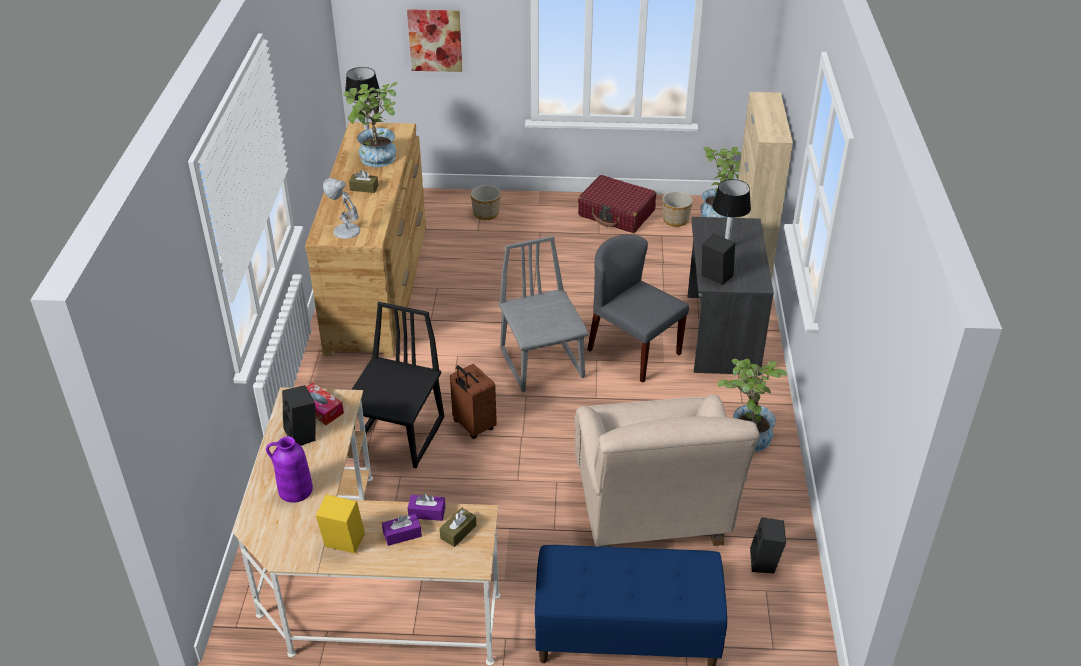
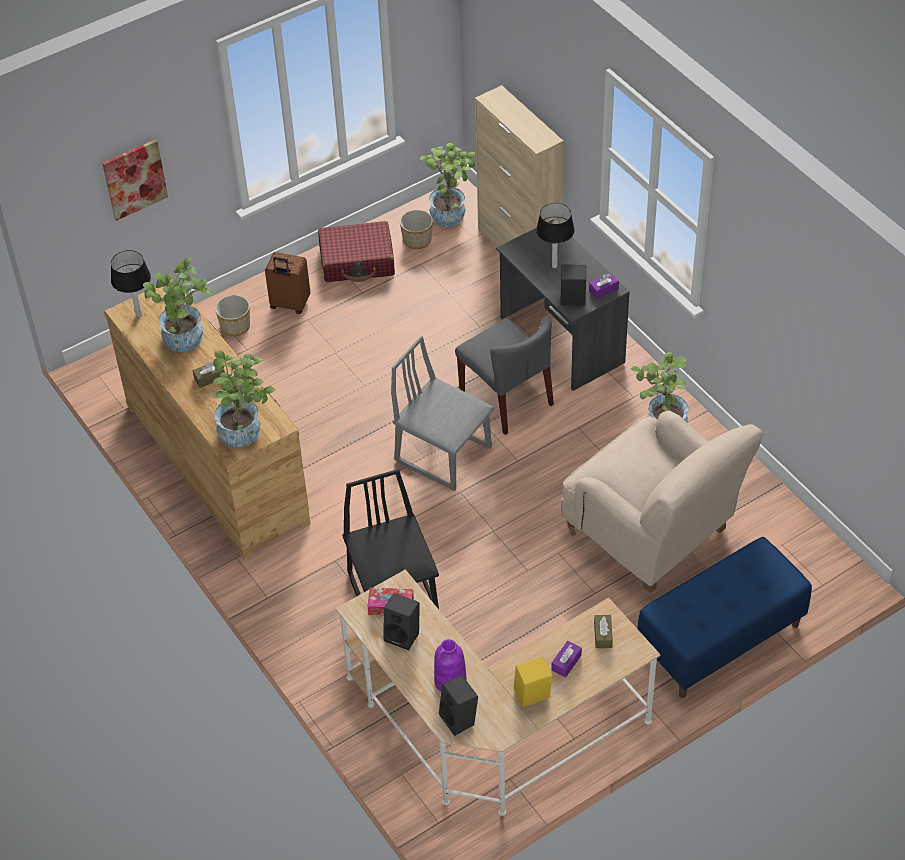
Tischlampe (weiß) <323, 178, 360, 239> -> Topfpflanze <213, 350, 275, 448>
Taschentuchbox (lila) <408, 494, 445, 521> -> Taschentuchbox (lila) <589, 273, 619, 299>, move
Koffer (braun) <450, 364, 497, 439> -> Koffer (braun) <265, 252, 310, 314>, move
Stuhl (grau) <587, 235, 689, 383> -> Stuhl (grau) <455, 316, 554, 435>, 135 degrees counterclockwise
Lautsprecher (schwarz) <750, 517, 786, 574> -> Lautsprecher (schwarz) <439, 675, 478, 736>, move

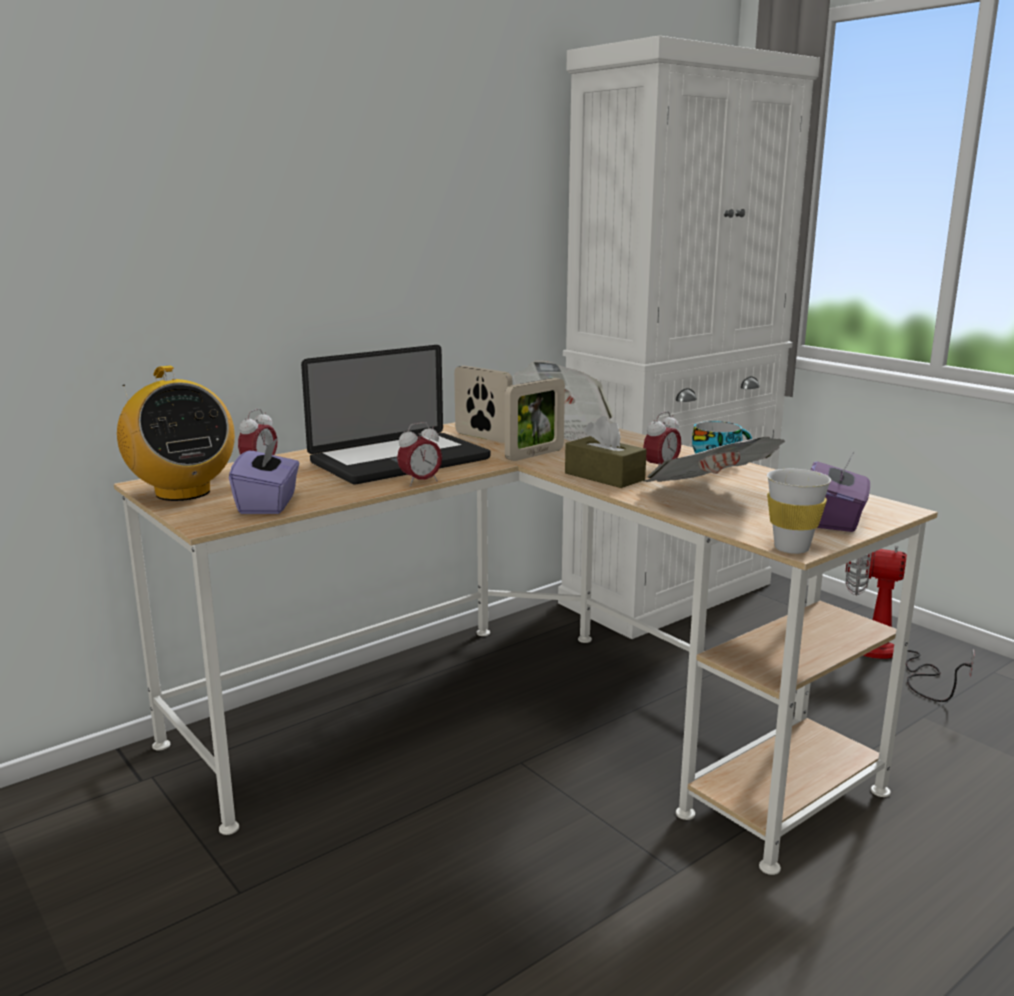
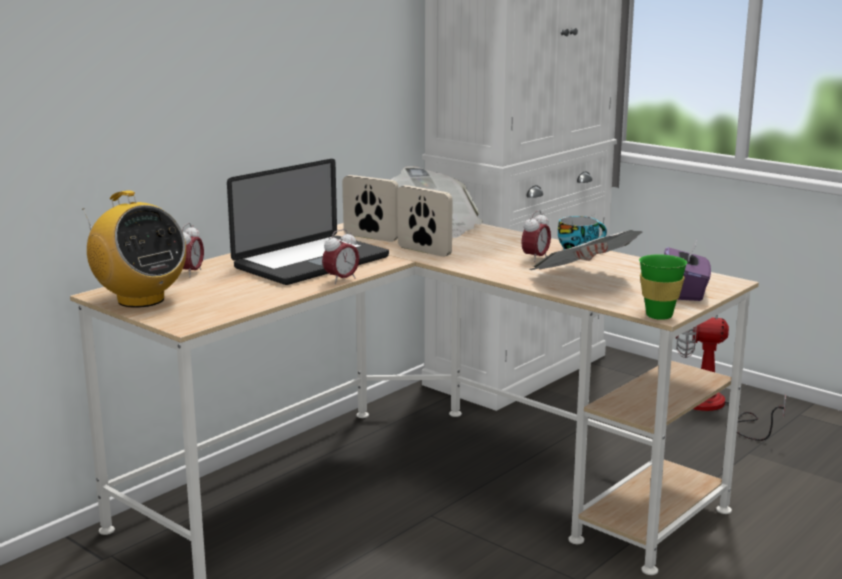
Taschentuchbox (lila) <229, 437, 299, 514> -> none
Bilderrahmen <505, 378, 565, 461> -> Bilderrahmen <397, 185, 452, 257>, 90 degrees counterclockwise
Taschentuchbox (braun) <565, 416, 647, 488> -> none
Tasse (weiß) <767, 469, 831, 554> -> Tasse (grün) <639, 254, 687, 320>

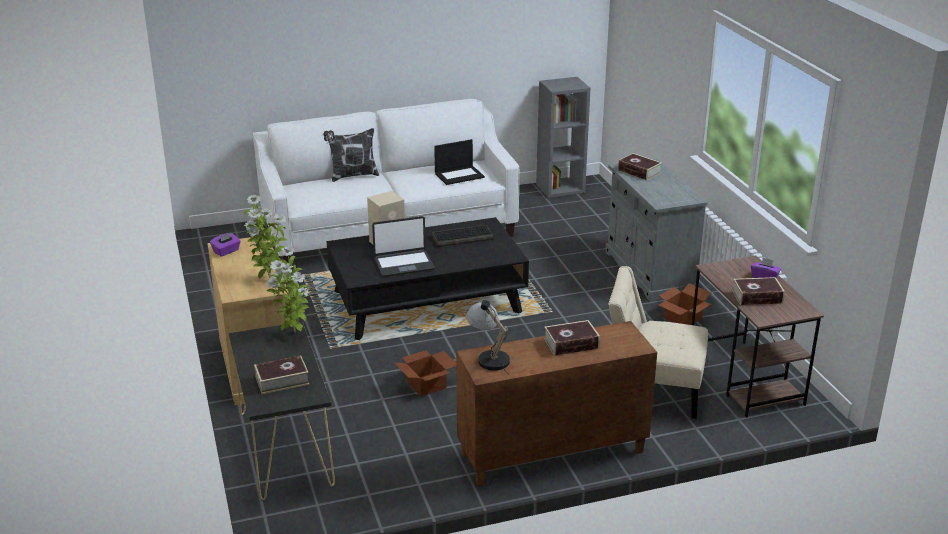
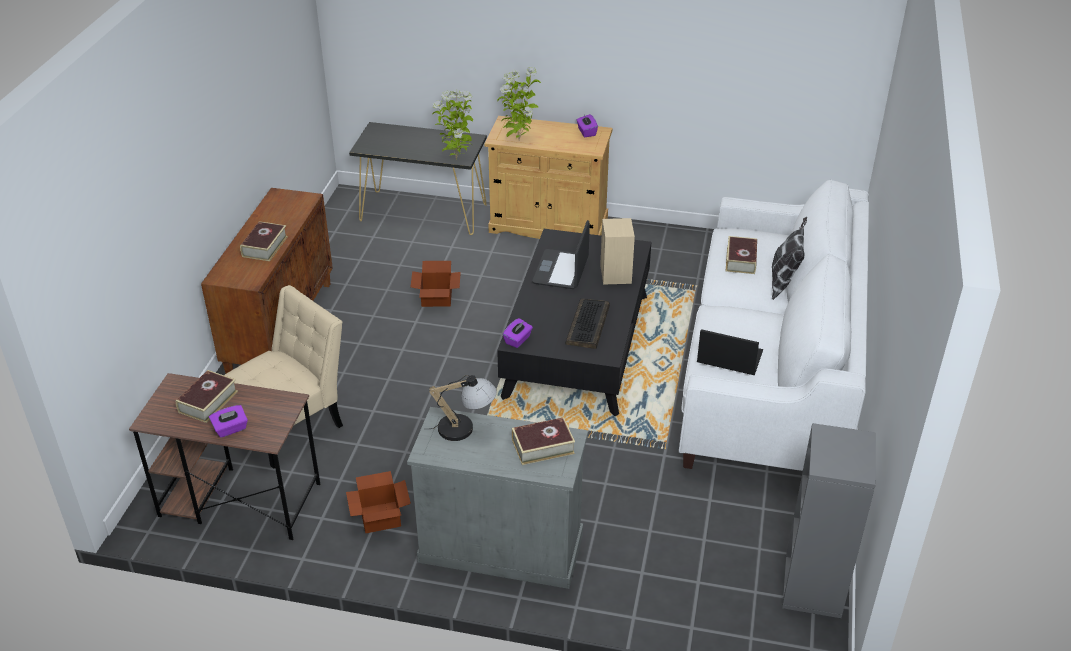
Buch <254, 355, 309, 394> -> Buch <726, 236, 757, 274>, move
Laptop <434, 139, 485, 185> -> Laptop <697, 329, 763, 375>, 105 degrees clockwise
Tischlampe <466, 300, 510, 375> -> Tischlampe <429, 375, 497, 441>, move
none -> Taschentuchbox (lila) <503, 318, 533, 348>

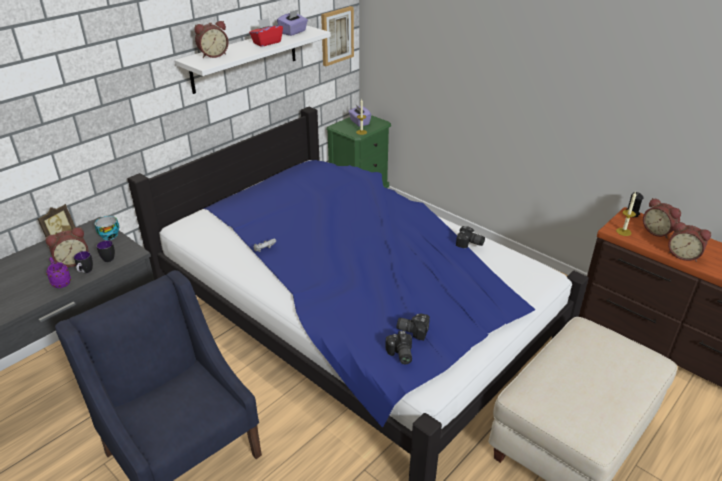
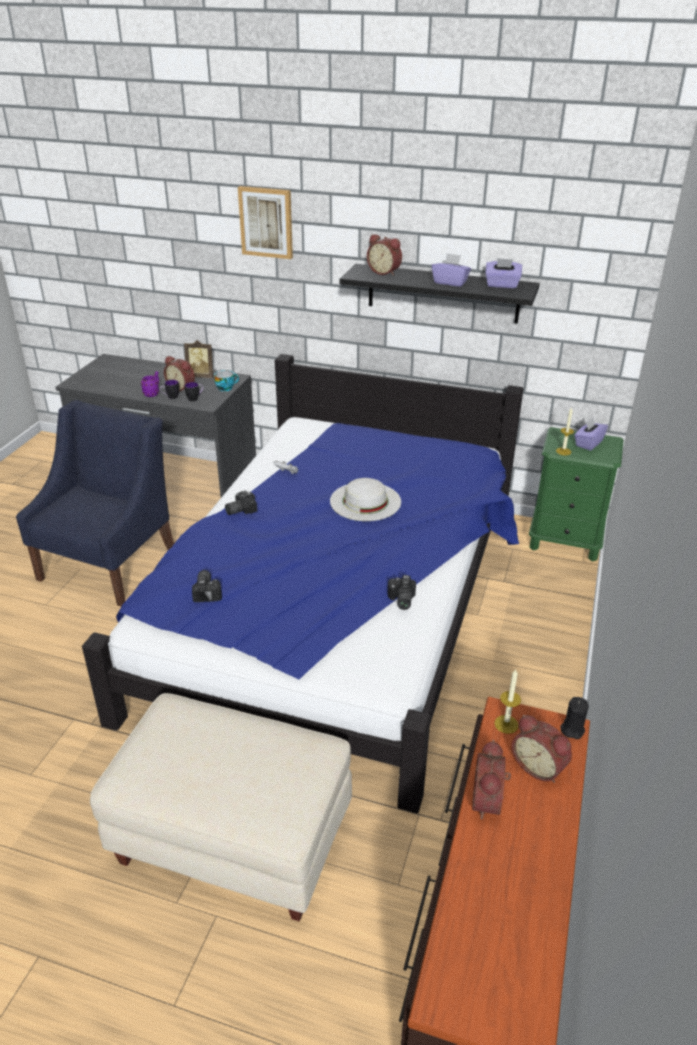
Wandregal (weiß) <174, 25, 331, 94> -> Wandregal (schwarz) <340, 264, 540, 324>
Taschentuchbox (rot) <249, 18, 283, 47> -> Taschentuchbox (lila) <432, 253, 471, 287>
Bild <321, 6, 354, 66> -> Bild <238, 186, 293, 259>, move
Kamera <385, 331, 412, 364> -> Kamera <225, 491, 257, 515>, move
Wecker <643, 198, 681, 239> -> Wecker <512, 715, 572, 783>, 75 degrees counterclockwise
none -> Hut (weiß) <330, 478, 401, 521>

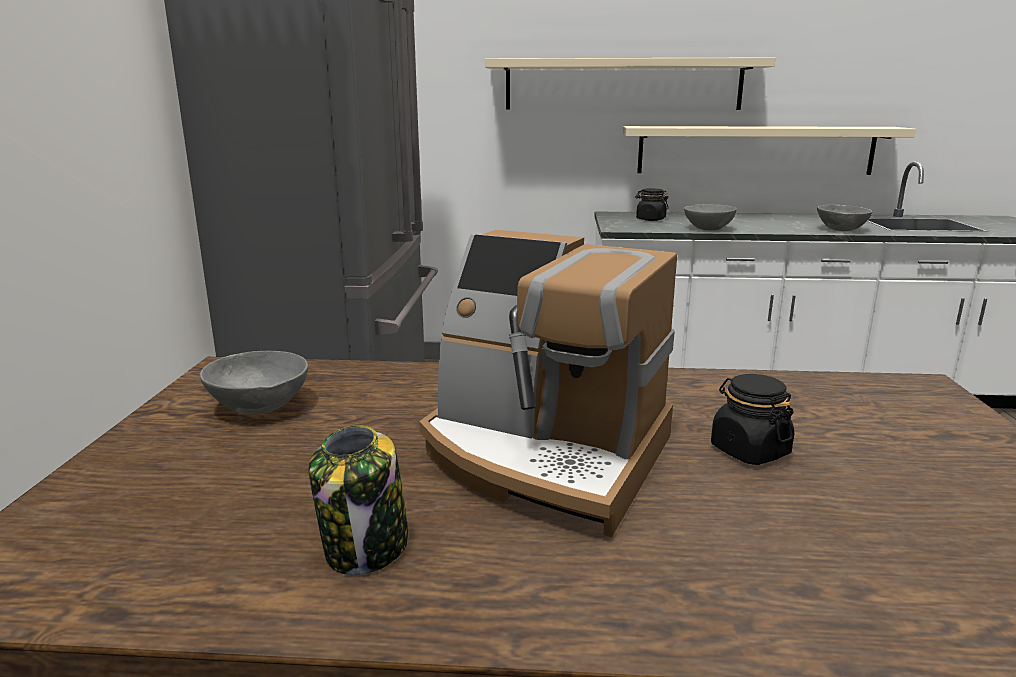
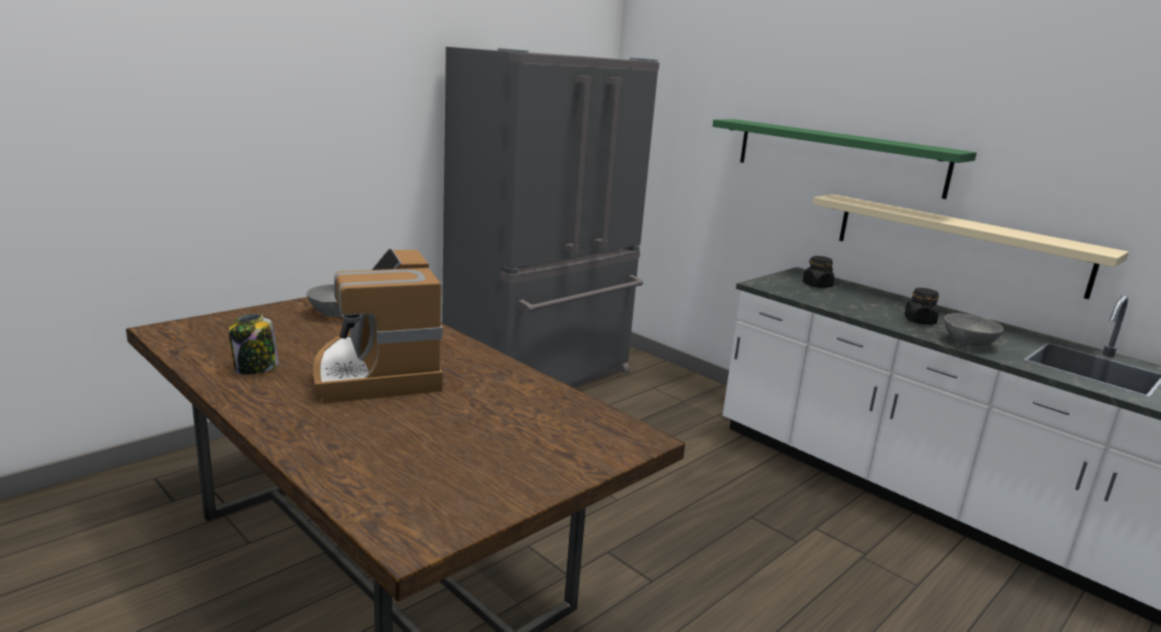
Wandregal (beige) <485, 57, 776, 110> -> Wandregal (grün) <713, 119, 977, 199>
Schüssel (grau) <684, 204, 737, 230> -> none
Vorratsglas (schwarz) <711, 374, 794, 465> -> Vorratsglas (schwarz) <904, 288, 939, 325>, move

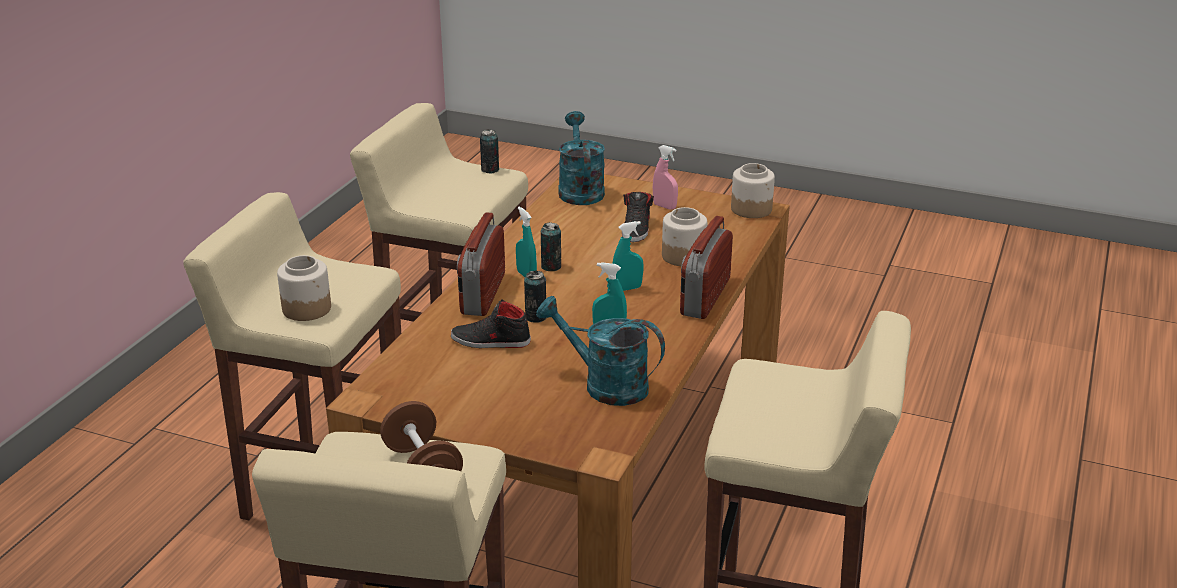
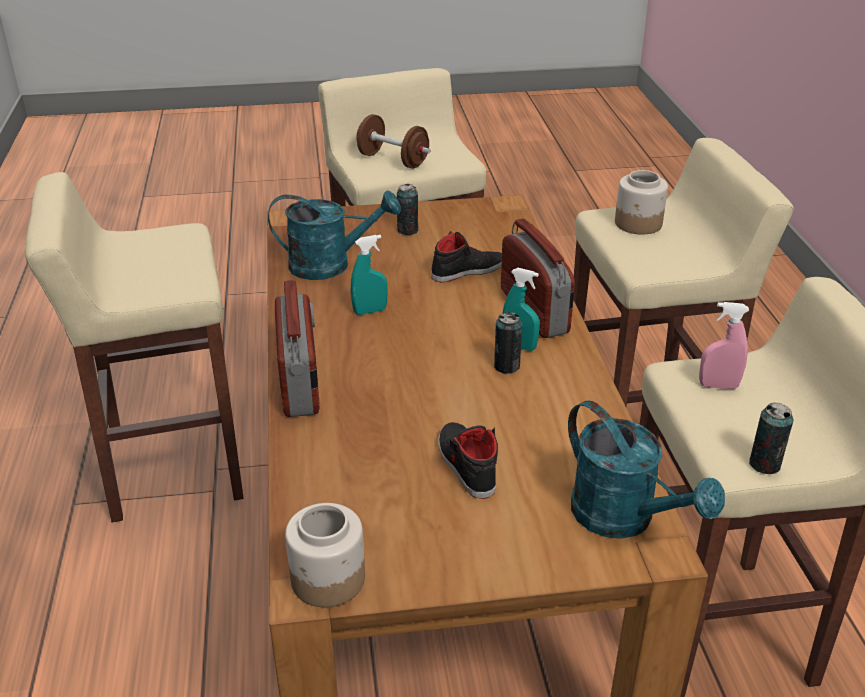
Dose <524, 270, 546, 323> -> Dose <397, 184, 418, 235>, move
Sprühflasche (türkis) <612, 221, 643, 291> -> none
Sprühflasche (rosa) <653, 145, 678, 210> -> Sprühflasche (rosa) <699, 302, 749, 389>, move
Vorratsglas <662, 207, 707, 266> -> none

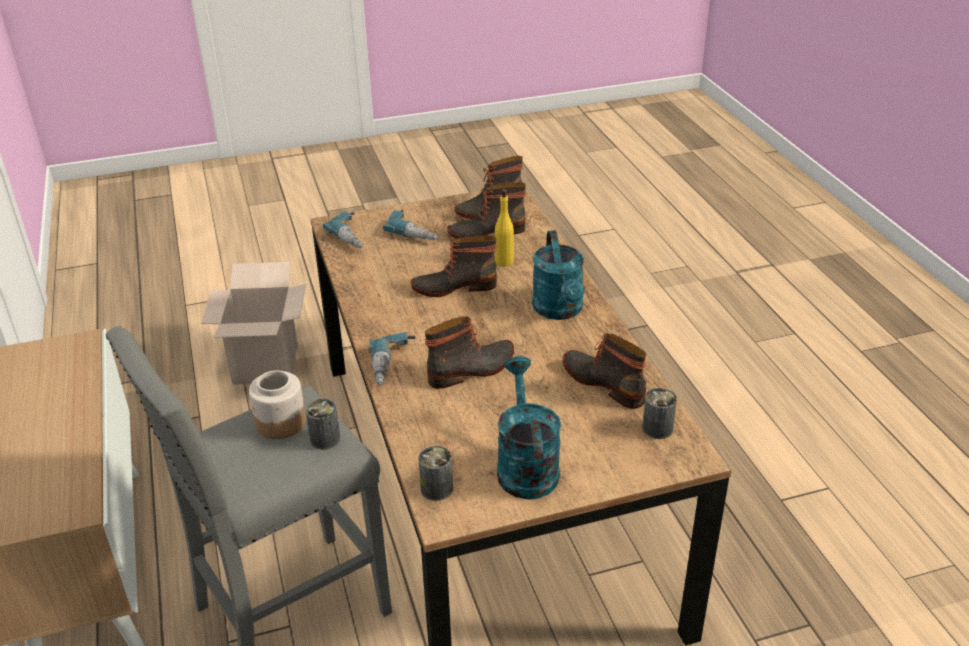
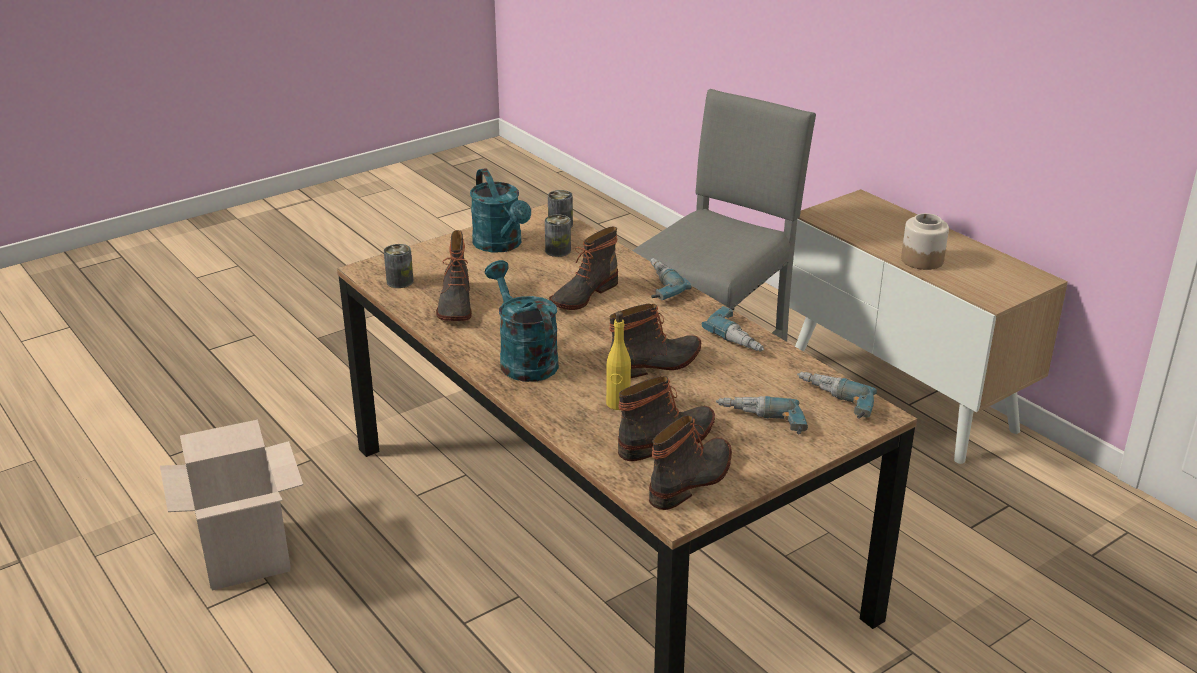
Karton <201, 262, 306, 385> -> Karton <160, 420, 303, 590>, move
Vorratsglas <249, 370, 306, 439> -> Vorratsglas <901, 213, 949, 270>, move
Dose <306, 399, 340, 450> -> Dose <545, 215, 571, 257>, move
Stiefel <563, 333, 646, 409> -> Stiefel <436, 230, 472, 321>, 60 degrees clockwise
none -> Bohrmaschine <702, 306, 764, 352>

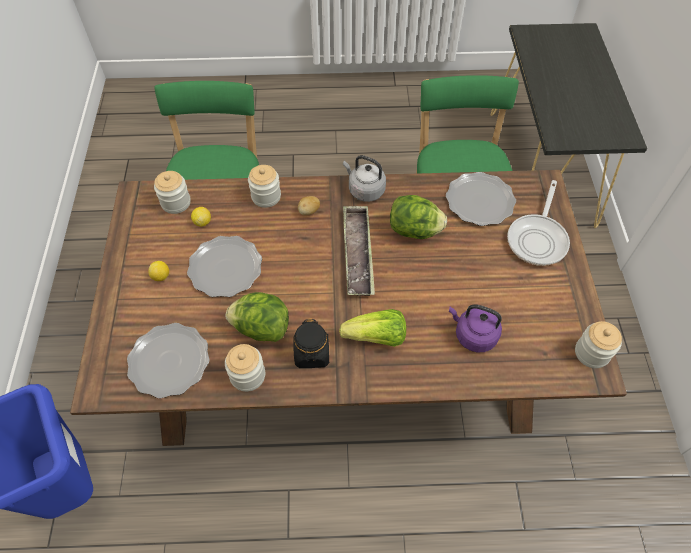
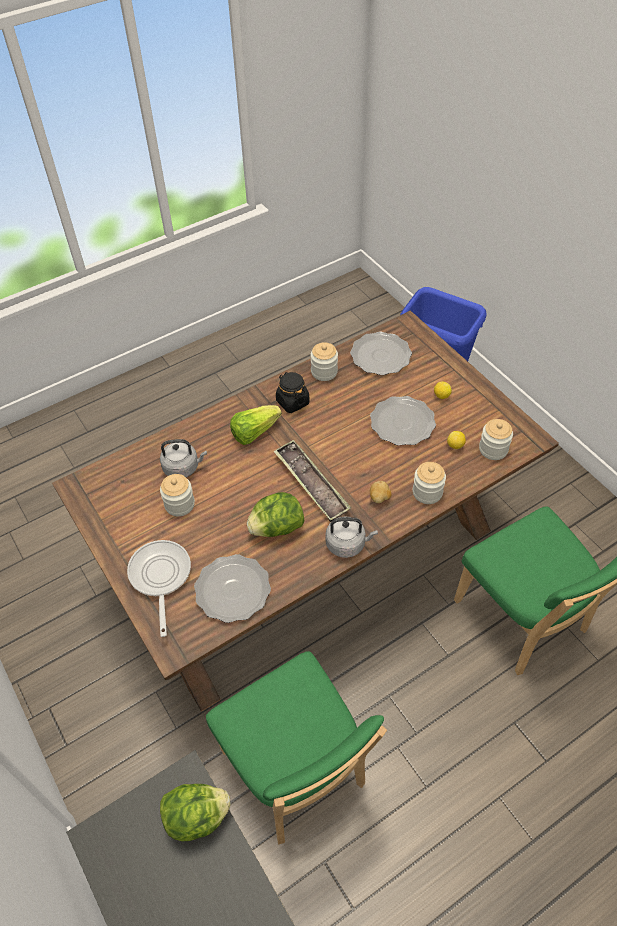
Salatkopf <226, 292, 289, 342> -> Salatkopf <160, 784, 231, 842>, move
Wasserkessel (lila) <449, 304, 502, 352> -> Wasserkessel (grau) <160, 439, 207, 477>
Vorratsglas <575, 321, 622, 368> -> Vorratsglas <160, 474, 195, 516>, move

